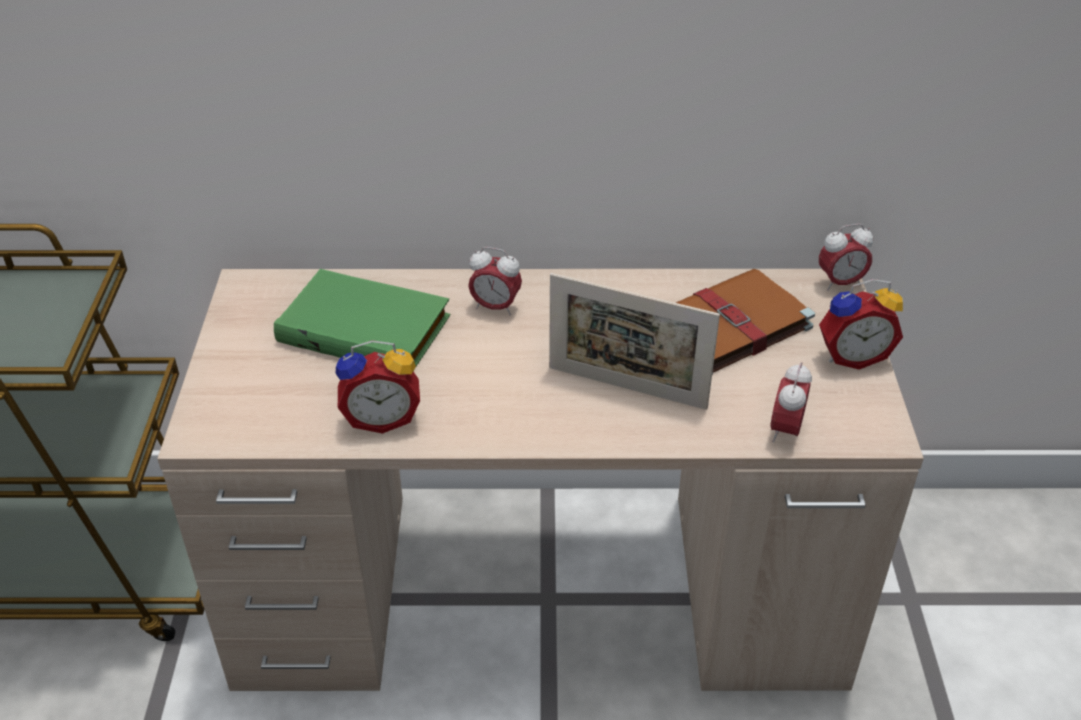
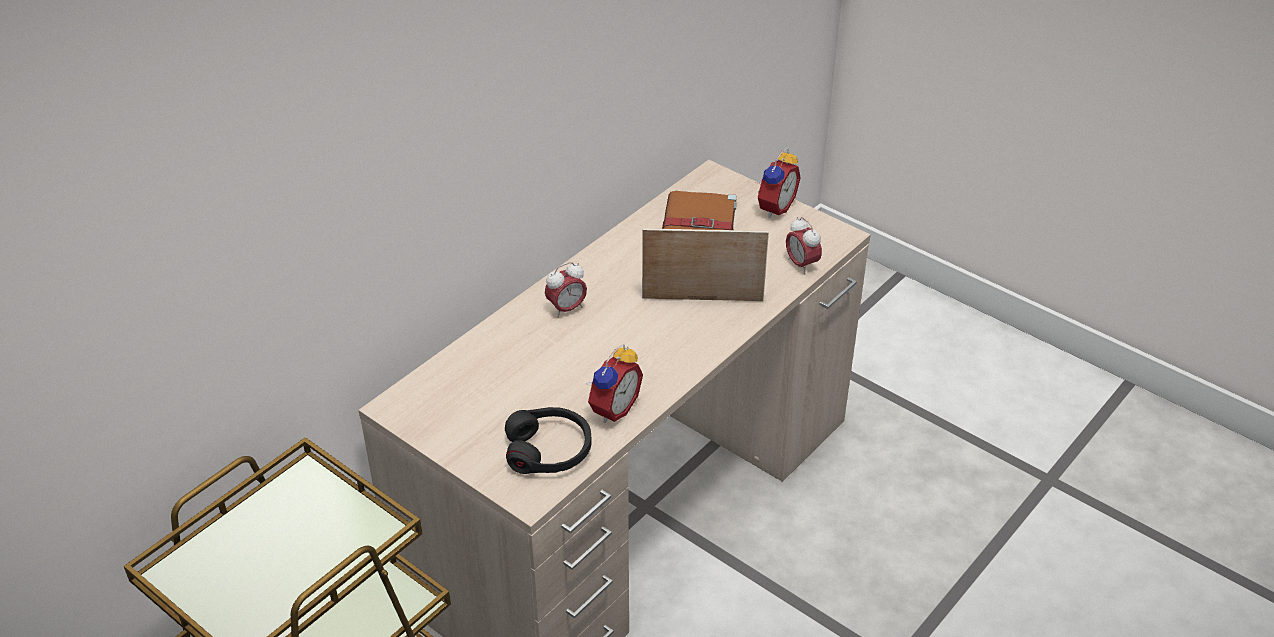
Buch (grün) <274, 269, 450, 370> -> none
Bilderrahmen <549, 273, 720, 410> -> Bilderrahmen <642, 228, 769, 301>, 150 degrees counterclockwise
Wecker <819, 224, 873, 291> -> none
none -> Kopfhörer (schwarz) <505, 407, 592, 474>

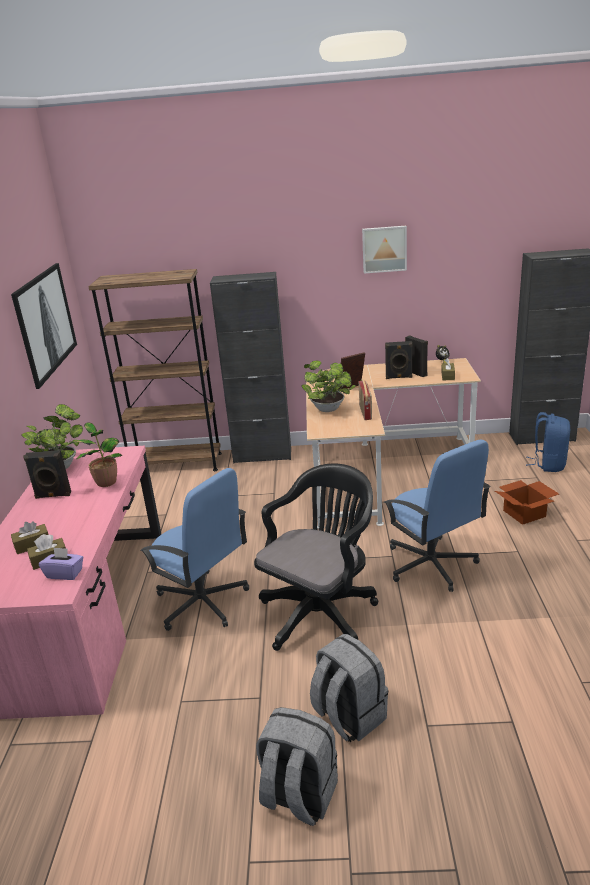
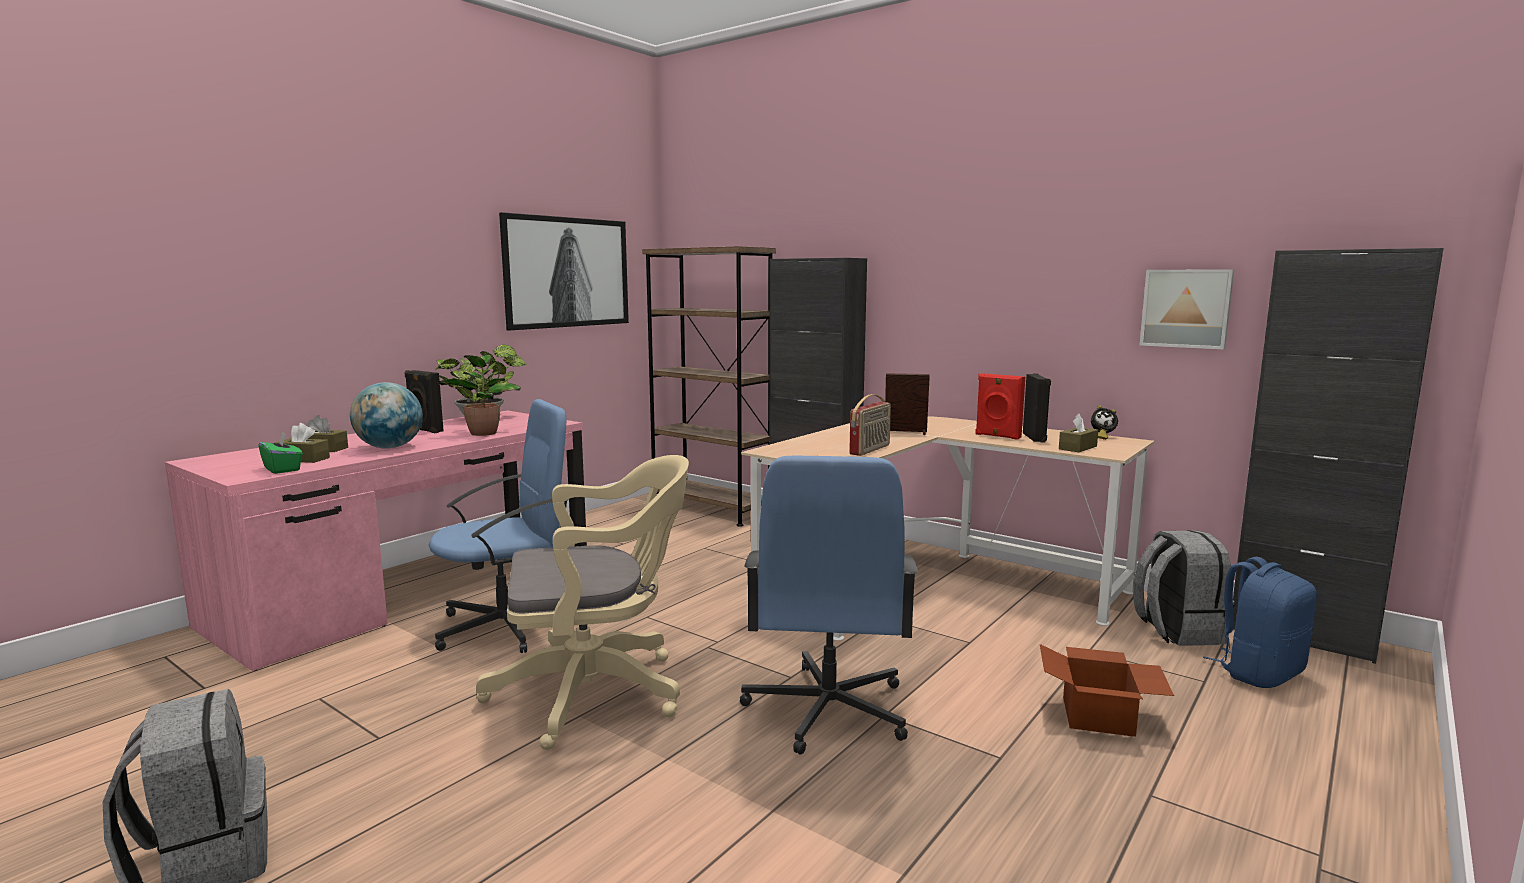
Taschentuchbox (lila) <39, 548, 83, 580> -> Taschentuchbox (grün) <258, 432, 303, 474>
Bürostuhl (blau) <140, 468, 249, 631> -> Bürostuhl (blau) <429, 399, 568, 653>, 105 degrees counterclockwise
Bürostuhl (schwarz) <254, 464, 378, 651> -> Bürostuhl (beige) <476, 455, 689, 750>
Topfpflanze <301, 361, 356, 412> -> none
Rucksack (grau) <310, 634, 388, 743> -> Rucksack (grau) <1133, 530, 1234, 646>, move
Bild <362, 226, 407, 274> -> Bild <1140, 269, 1234, 349>, move
Lautsprecher (schwarz) <385, 341, 413, 379> -> Lautsprecher (rot) <975, 373, 1025, 440>
none -> Globus <350, 382, 423, 449>

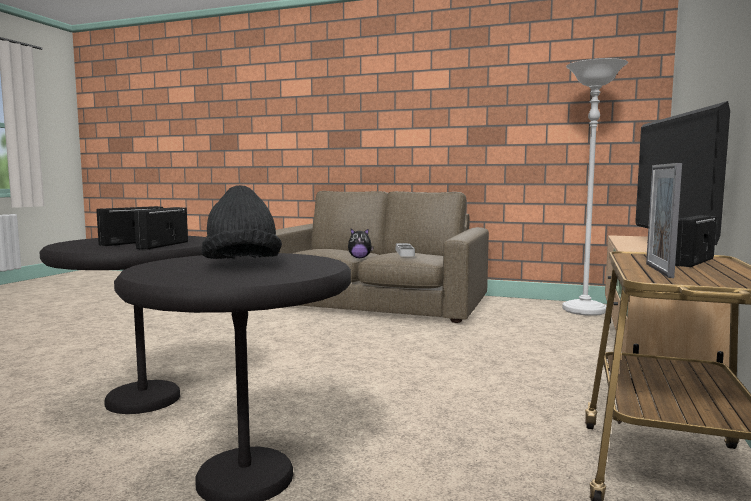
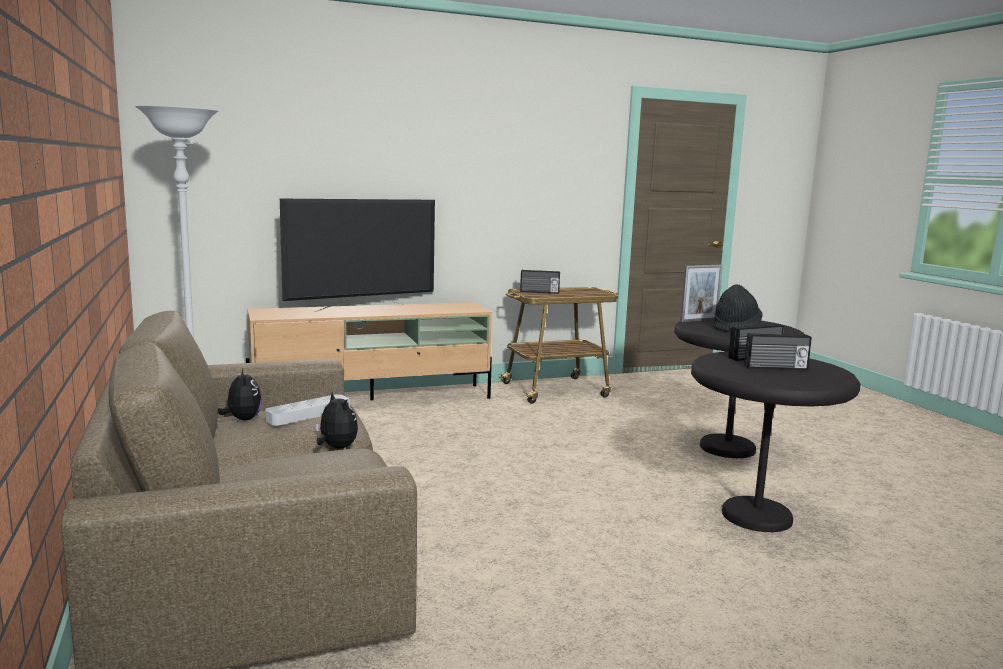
Bilderrahmen <646, 163, 682, 278> -> Bilderrahmen <680, 265, 723, 322>, move
none -> Plüschtier <218, 369, 262, 420>

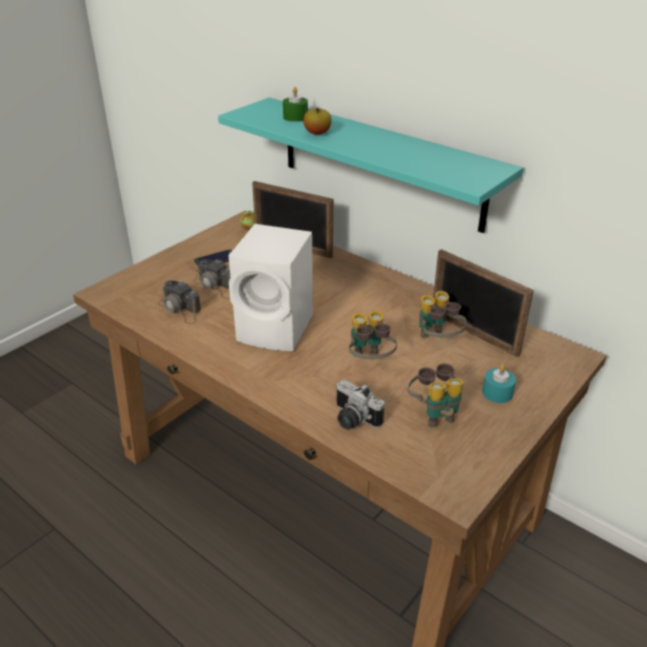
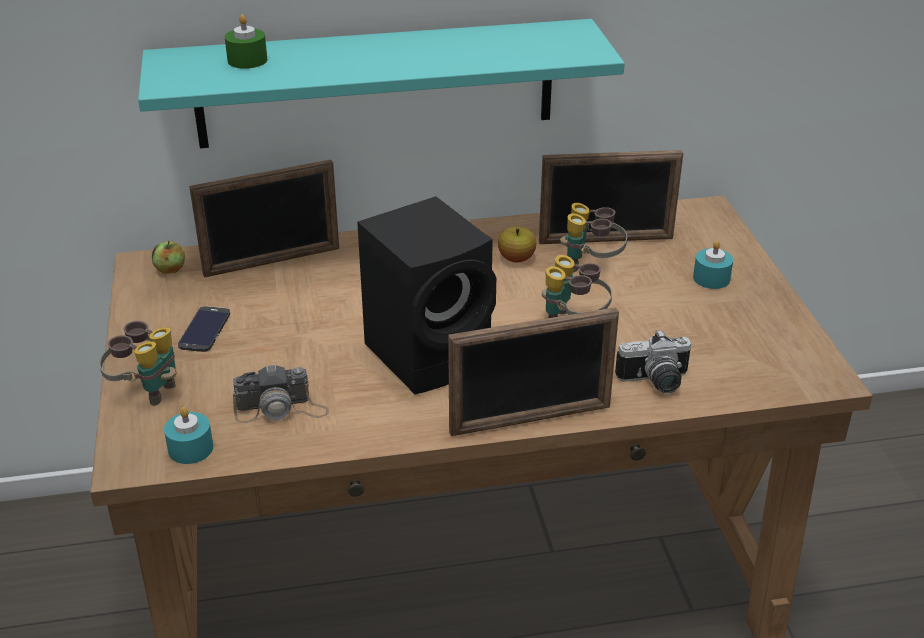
Kamera <193, 259, 230, 299> -> none
Lautsprecher (weiß) <228, 224, 313, 351> -> Lautsprecher (schwarz) <357, 196, 496, 395>
Apfel <303, 108, 332, 135> -> Apfel <498, 227, 536, 263>, move
Fernglas <408, 363, 464, 428> -> Fernglas <99, 321, 177, 406>, move
none -> Kerze (türkis) <164, 407, 213, 464>
none -> Bilderrahmen <448, 307, 619, 436>

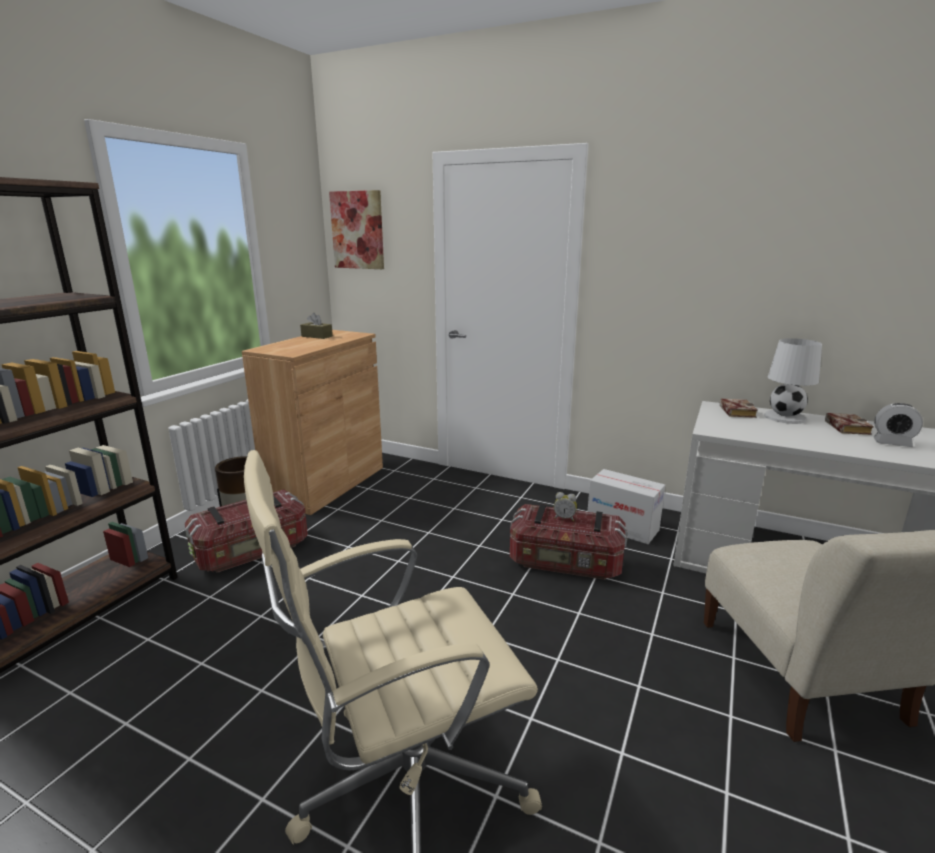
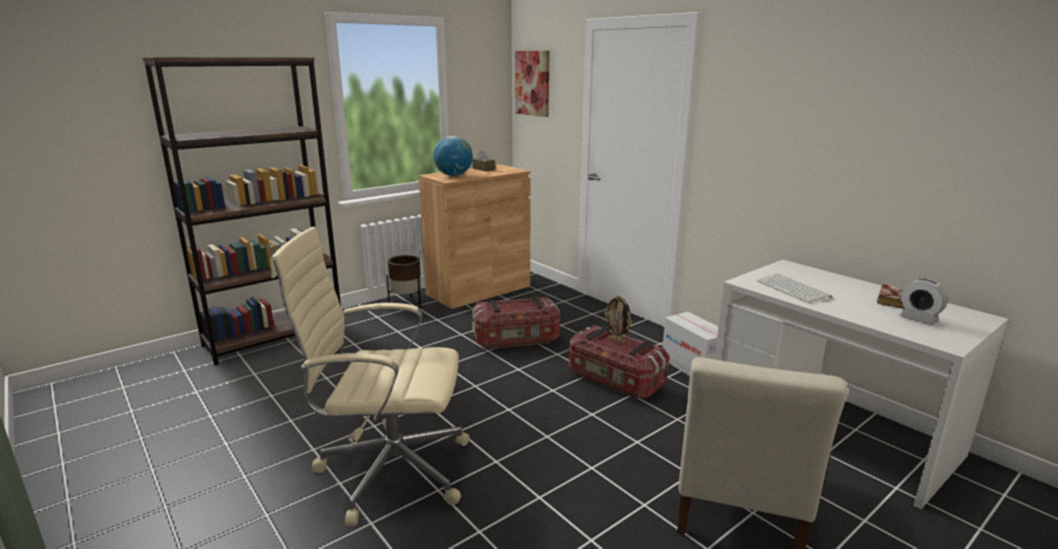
Aufbewahrungsbox <185, 489, 308, 573> -> Aufbewahrungsbox <472, 296, 560, 349>, move
Wecker <554, 492, 577, 521> -> Bilderrahmen <604, 295, 632, 344>
Buch <720, 399, 758, 418> -> none
Tischlampe (weiß) <764, 338, 822, 424> -> none
none -> Globus <433, 136, 473, 176>
none -> Tastatur <756, 274, 832, 303>

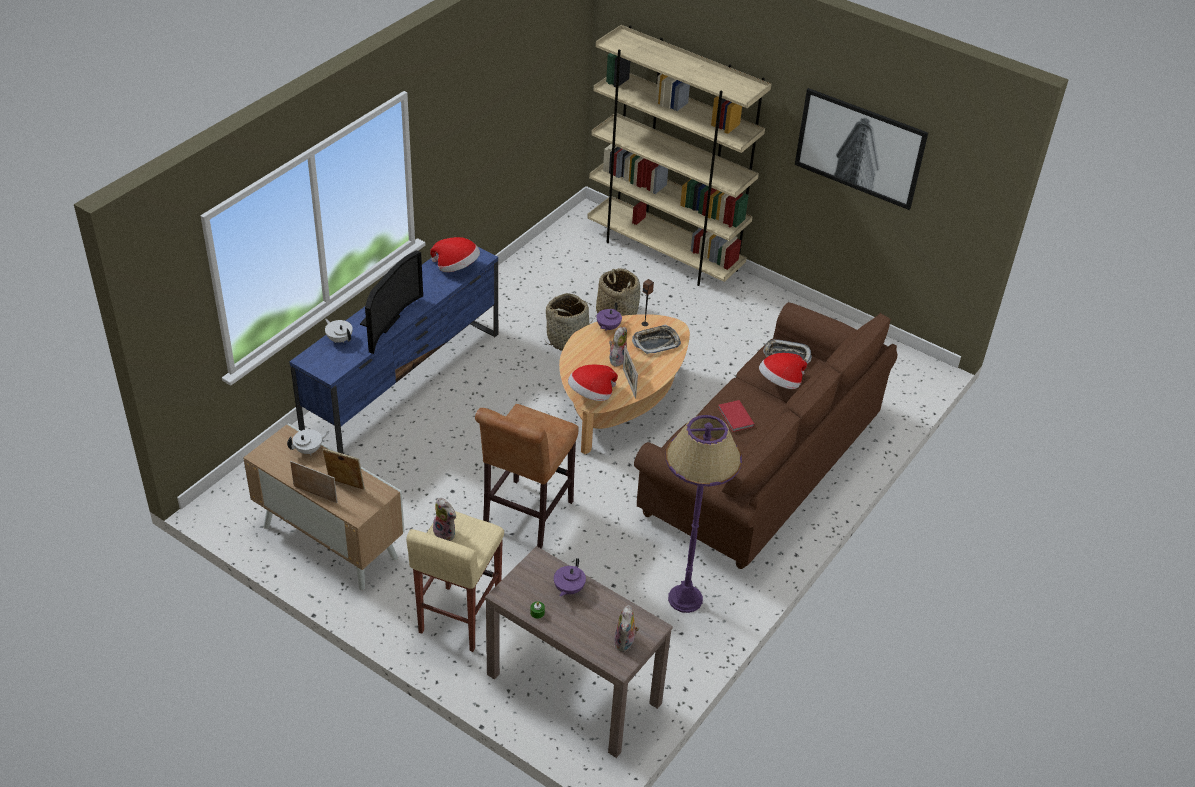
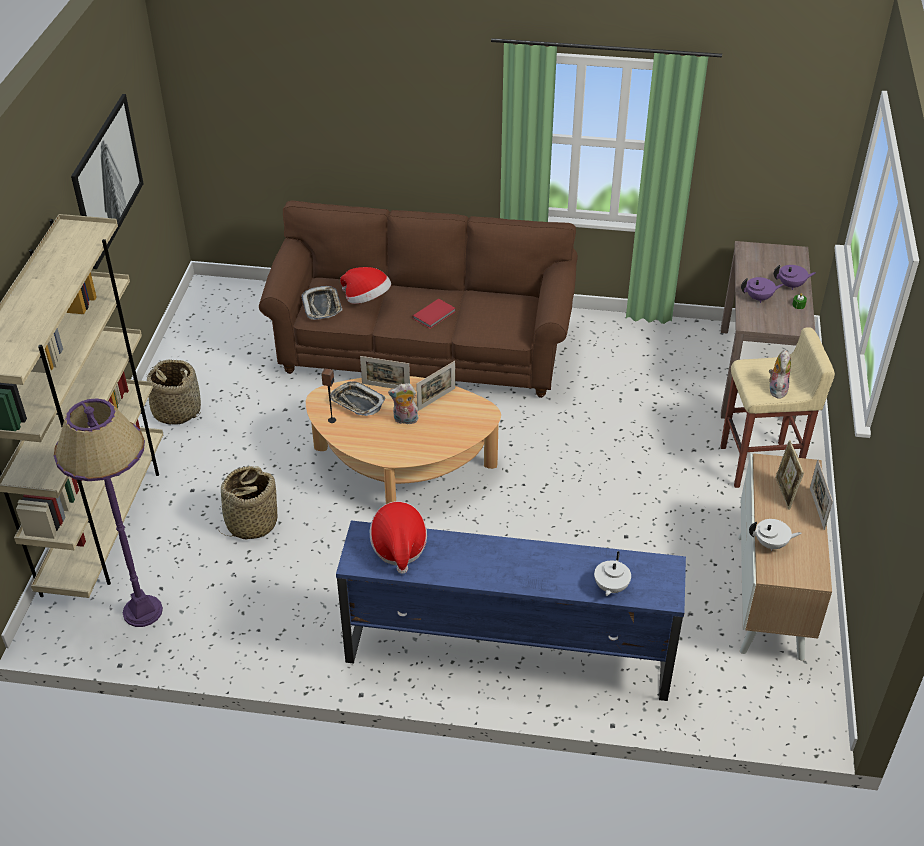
Teekanne (weiß) <287, 429, 329, 455> -> Teekanne (weiß) <749, 519, 802, 551>, 150 degrees clockwise
Fernseher <360, 251, 423, 354> -> none
Hocker (braun) <475, 404, 579, 549> -> none
Korb <545, 293, 595, 351> -> Korb <146, 360, 201, 425>, move
Hut <568, 365, 618, 401> -> none
Teekanne (lila) <597, 302, 622, 331> -> Teekanne (lila) <774, 265, 816, 290>, move
Plüschtier <614, 605, 639, 652> -> none
Stehlampe (lila) <666, 415, 742, 613> -> Stehlampe (lila) <54, 398, 163, 627>, move
none -> Bilderrahmen <360, 356, 410, 389>

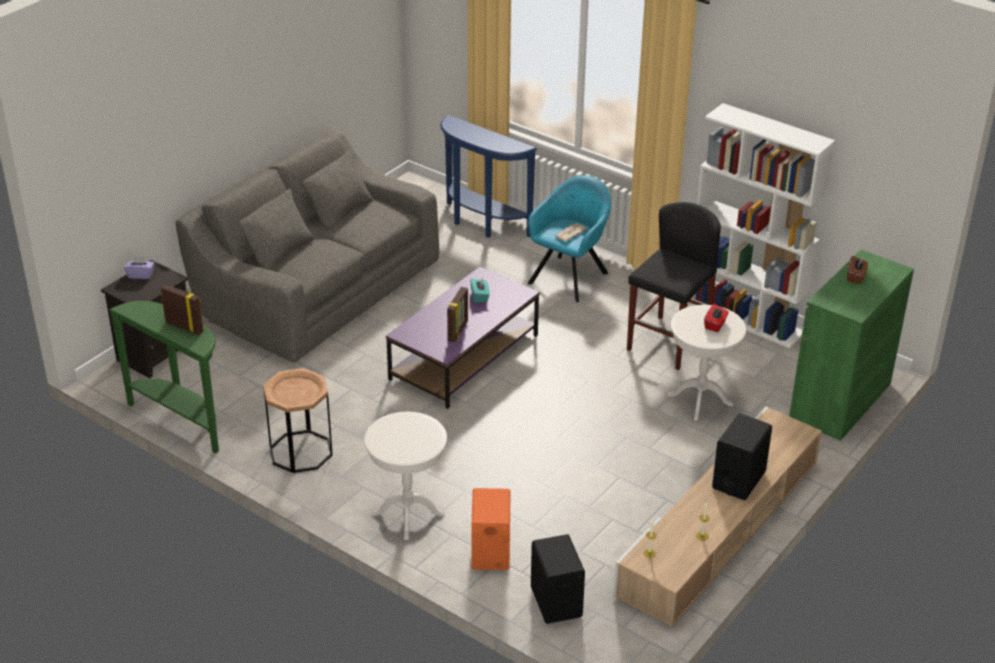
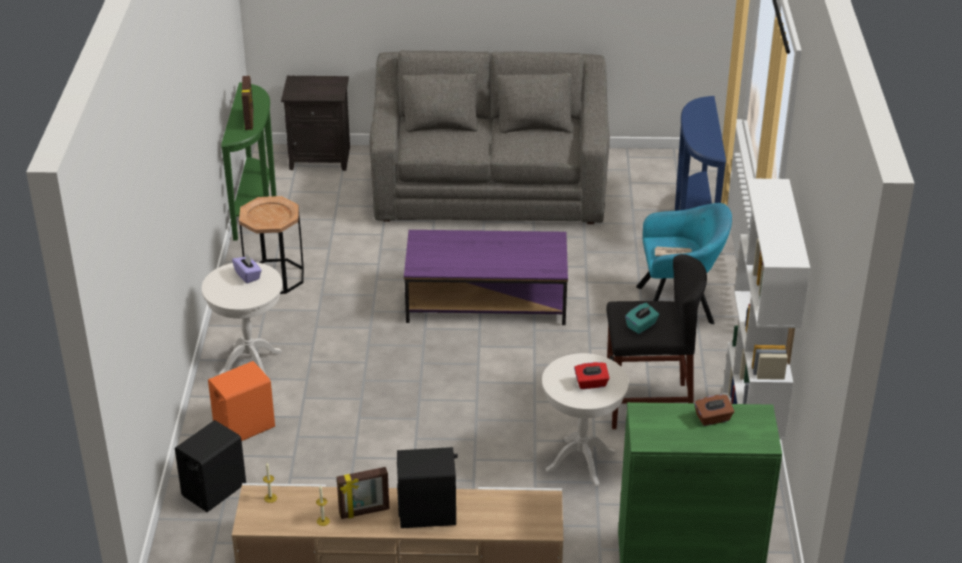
Taschentuchbox (lila) <124, 256, 154, 279> -> Taschentuchbox (lila) <232, 253, 262, 283>, move
Bilderrahmen <447, 287, 468, 342> -> Bilderrahmen <337, 467, 390, 519>, move
Taschentuchbox (türkis) <470, 279, 490, 303> -> Taschentuchbox (türkis) <625, 303, 659, 334>, move

